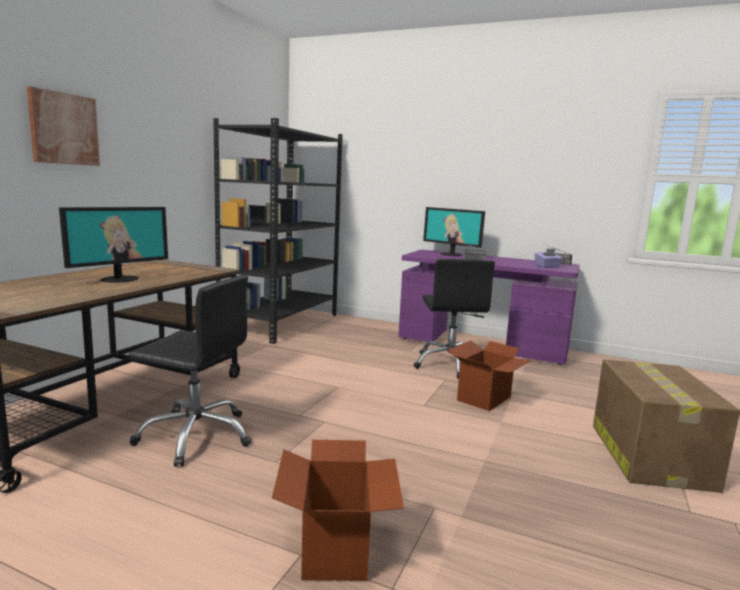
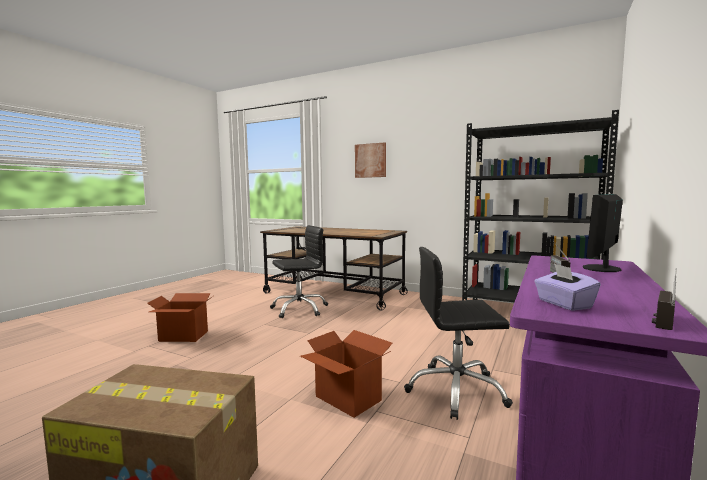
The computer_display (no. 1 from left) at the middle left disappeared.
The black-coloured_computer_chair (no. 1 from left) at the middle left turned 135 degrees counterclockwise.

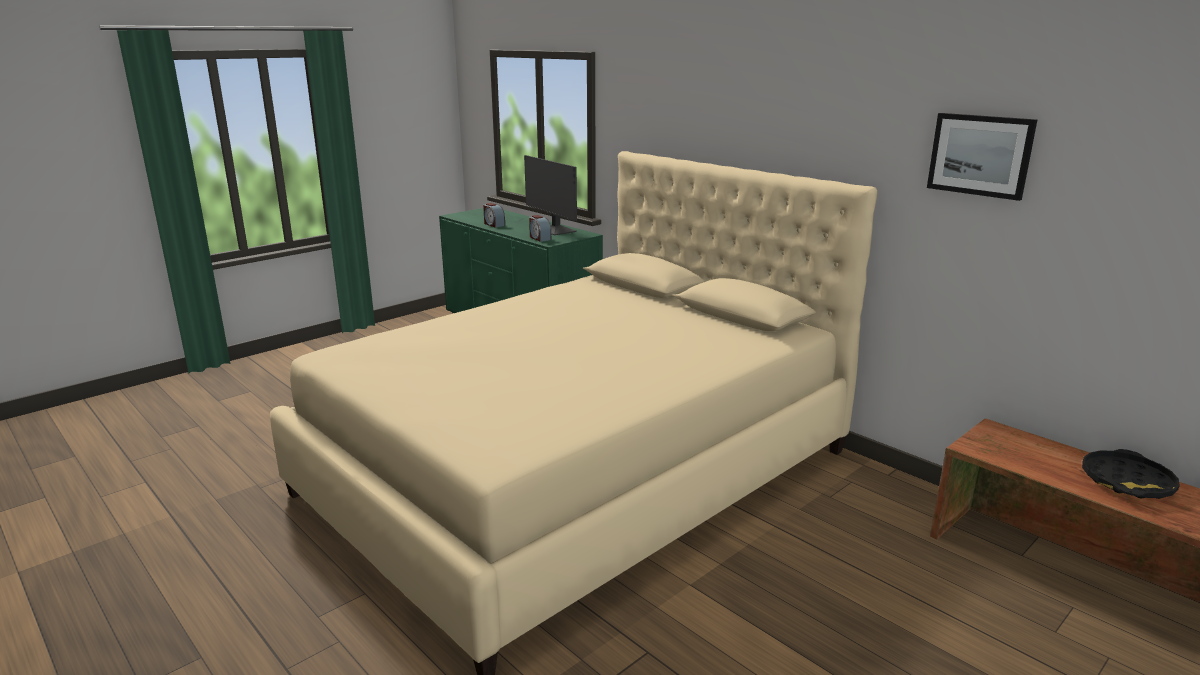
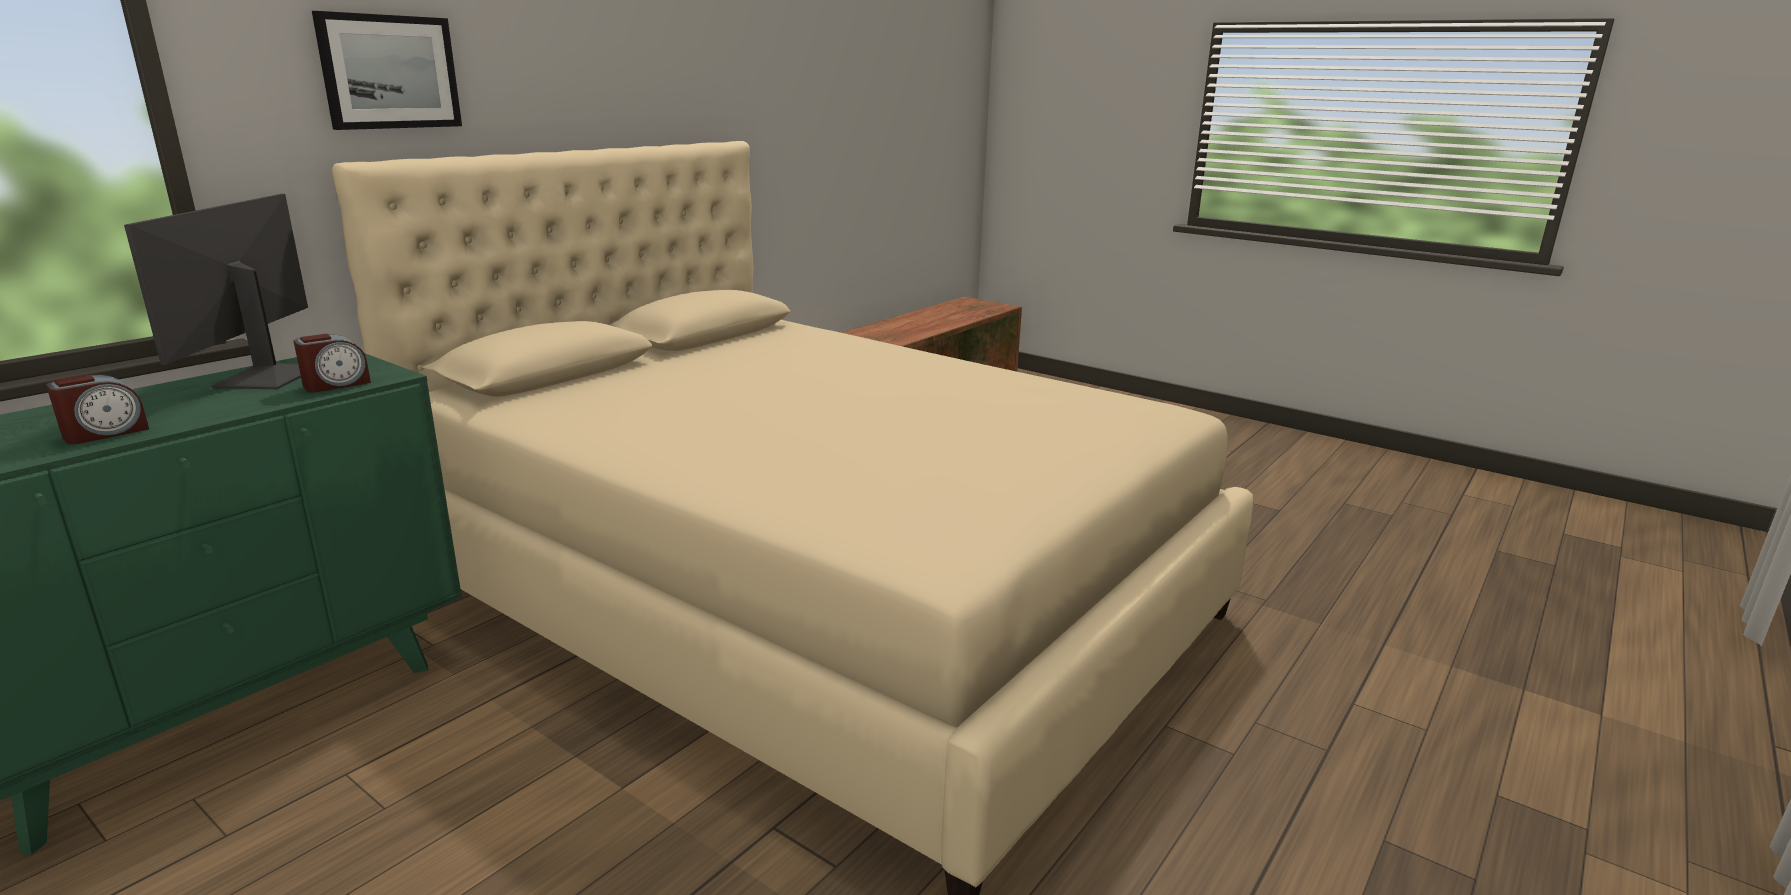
The black-coloured_tray at the bottom right disappeared.
The wall_picture moved from the top right to the top left.
The computer_display at the top centre turned 135 degrees clockwise.

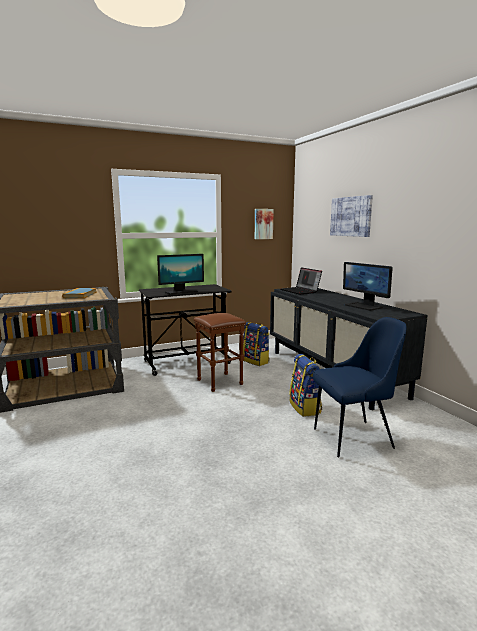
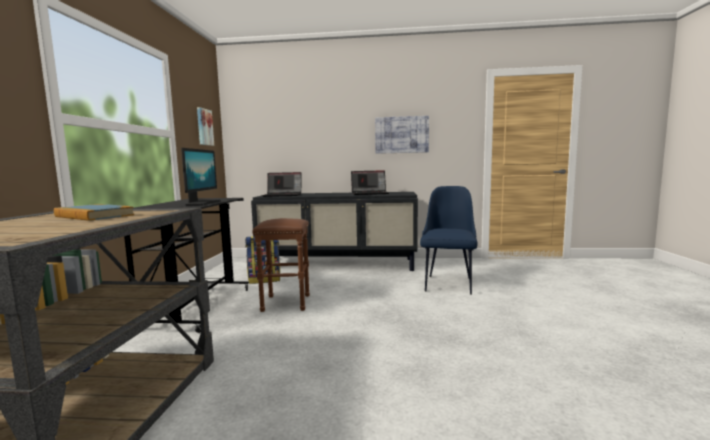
The knapsack (no. 2 from left) at the centre disappeared.
The wall_picture (no. 2 from left) moved from the middle right to the top centre.
The computer_display (no. 2 from left) at the middle right was replaced by the notebook_computer (no. 2 from left) at the centre.

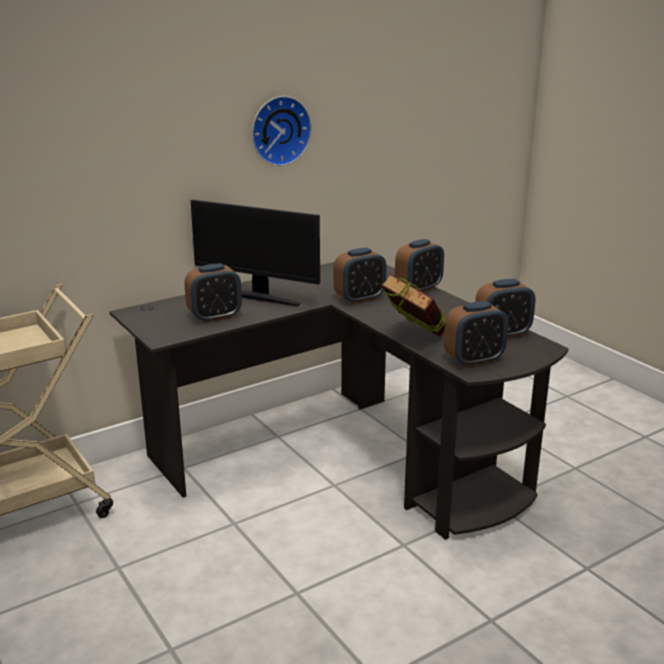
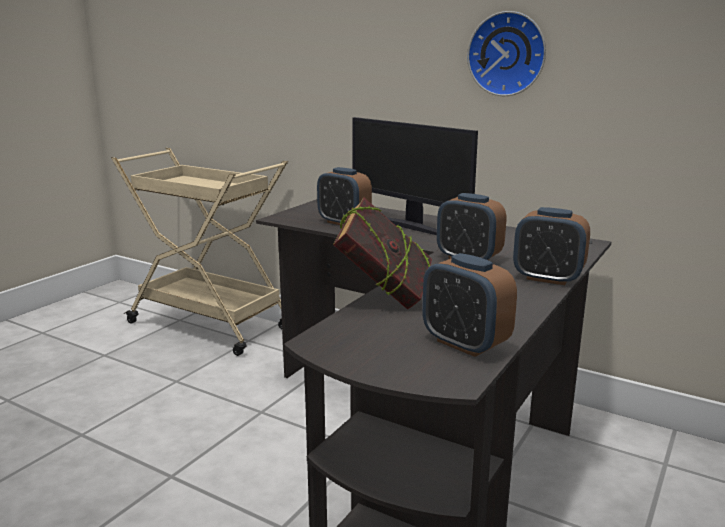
The table_clock (no. 4 from left) at the middle right disappeared.
The computer_display at the centre turned 45 degrees counterclockwise.

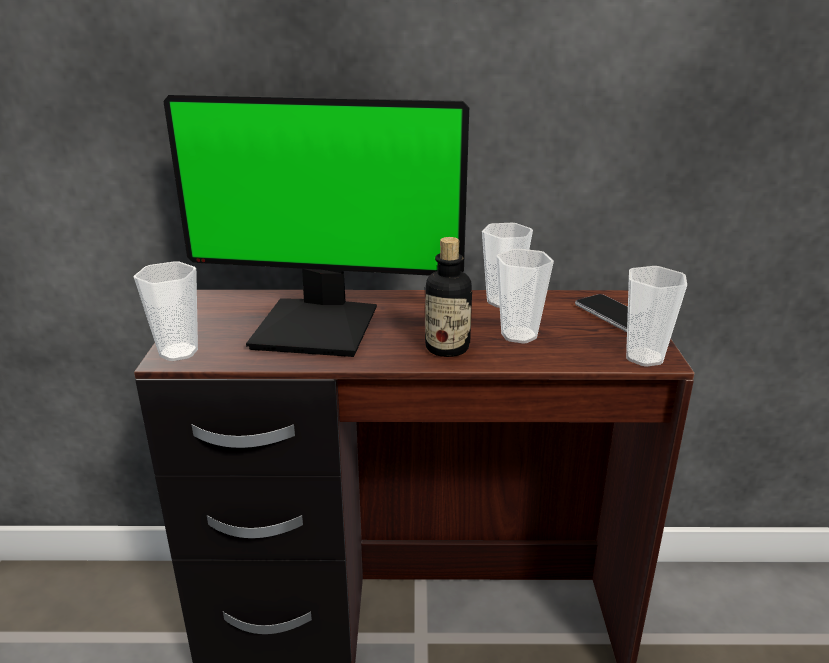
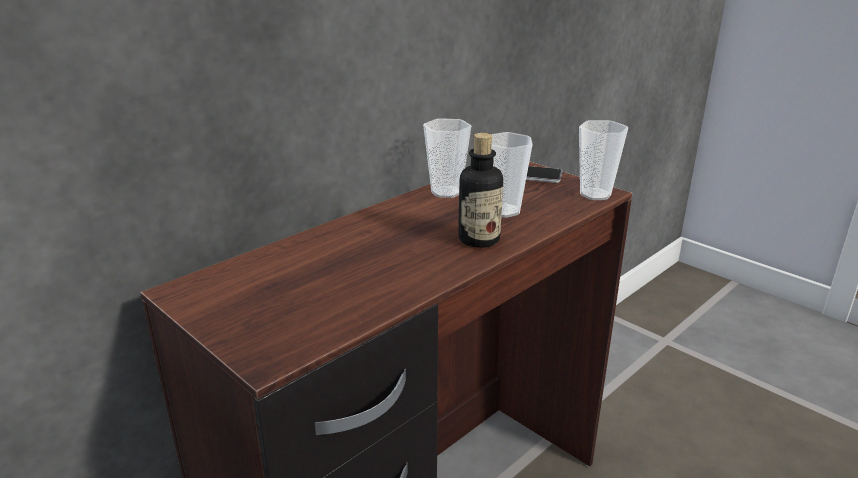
The cup (no. 1 from left) at the middle left disappeared.
The computer_display at the centre disappeared.

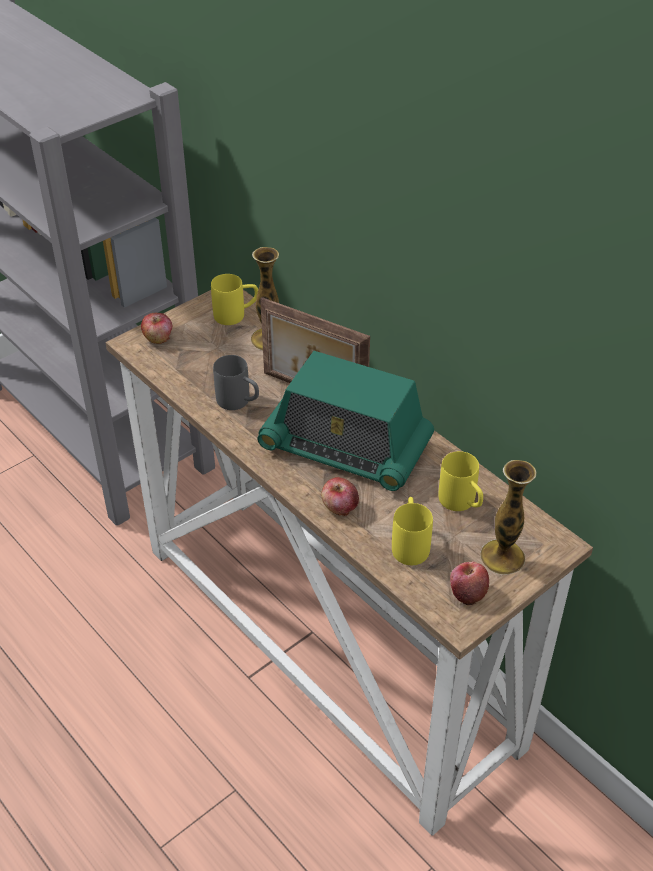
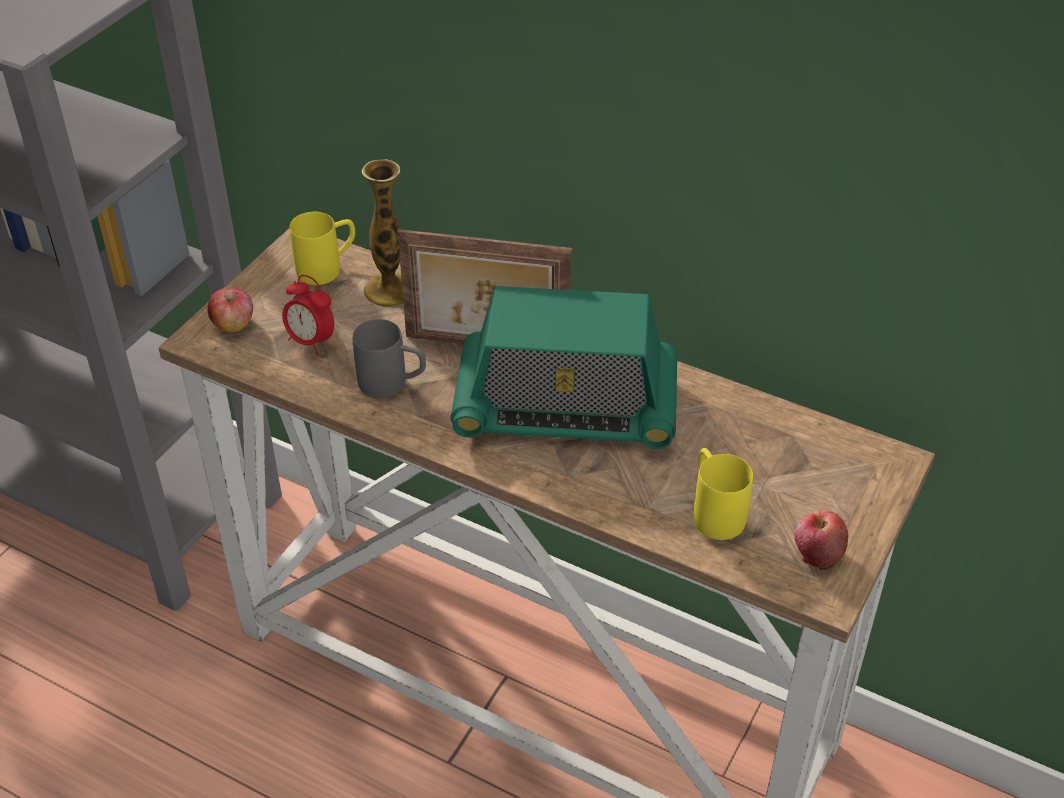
The whole_apple (no. 2 from left) at the centre disappeared.
The yellow-coloured_tea_mug (no. 3 from left) at the middle right disappeared.
The decorative_vase (no. 2 from left) at the middle right disappeared.
The table_clock at the middle left appeared.

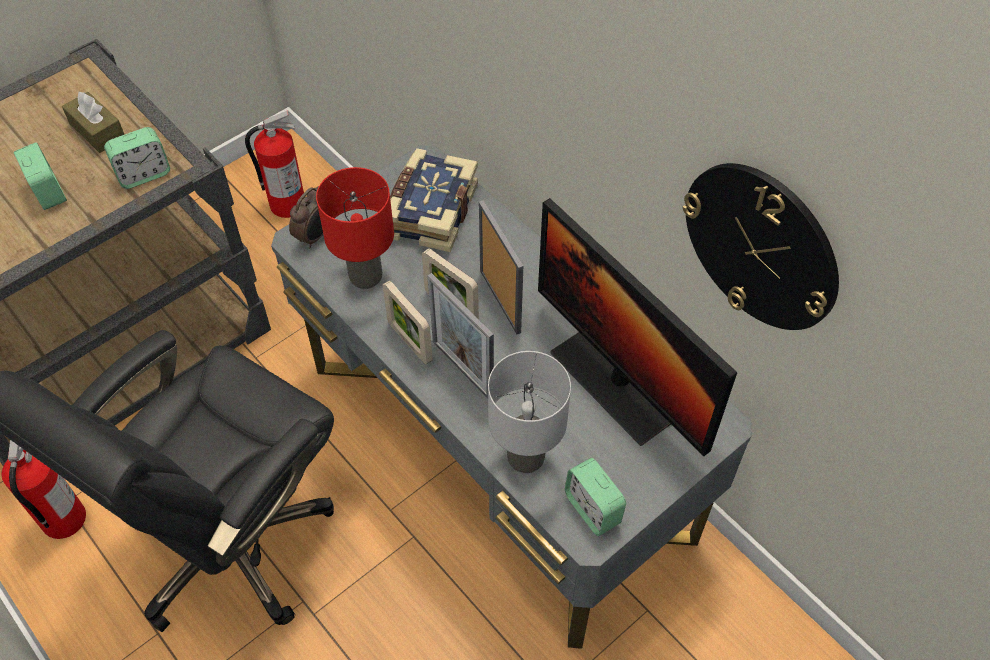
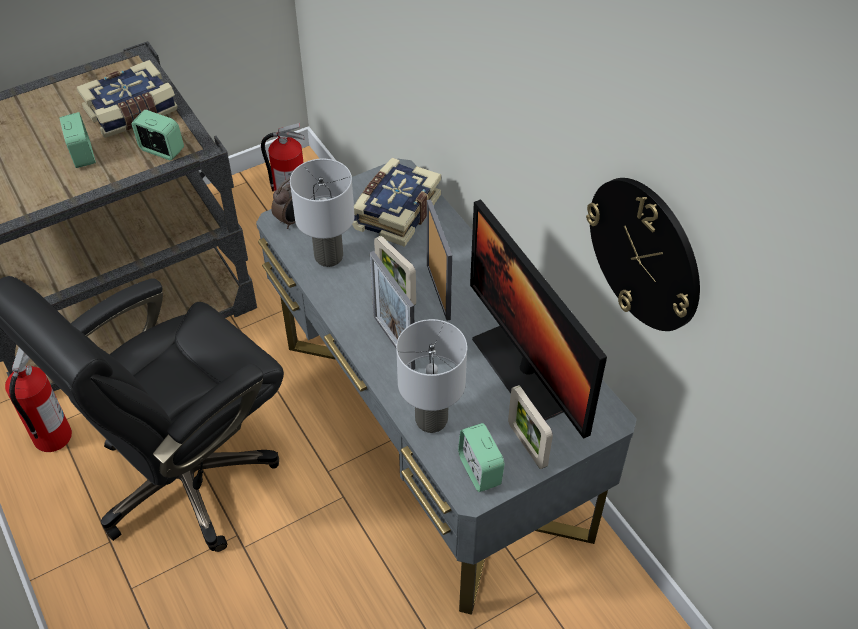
The photo_frame (no. 1 from left in the first image) moved from the centre to the bottom centre.
The brownish_tissue_holder at the top left was replaced by the volume (no. 1 from left) at the top left.
The red-coloured_table_lamp at the centre became the white_table_lamp (no. 1 from left) at the centre.
The table_clock (no. 2 from left) at the top left turned 135 degrees counterclockwise.

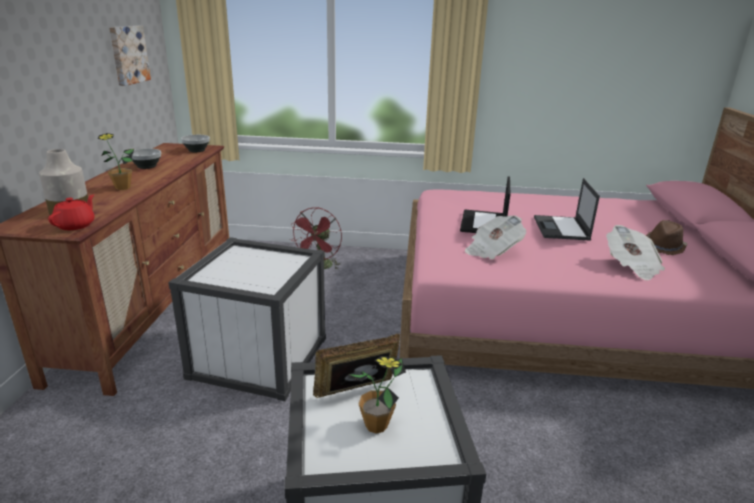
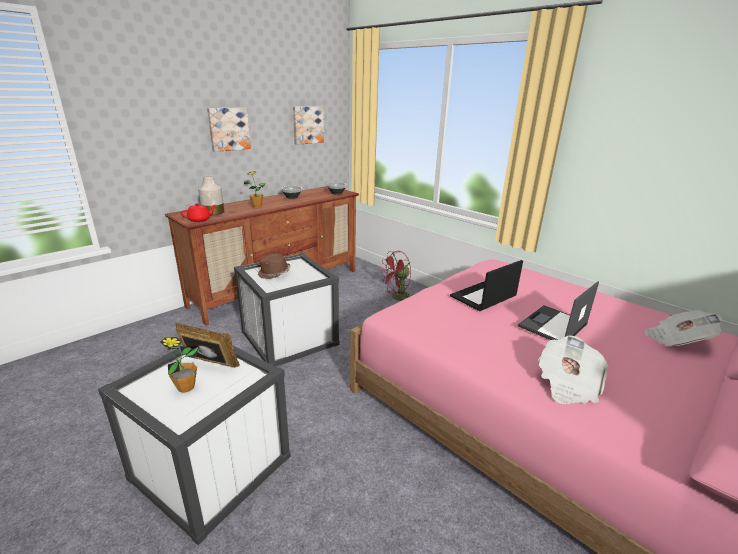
The wall_picture (no. 1 from left) at the top left appeared.
The daily_paper (no. 1 from left in the first image) moved from the centre to the middle right.
The brownish_clothing_hat moved from the middle right to the centre.

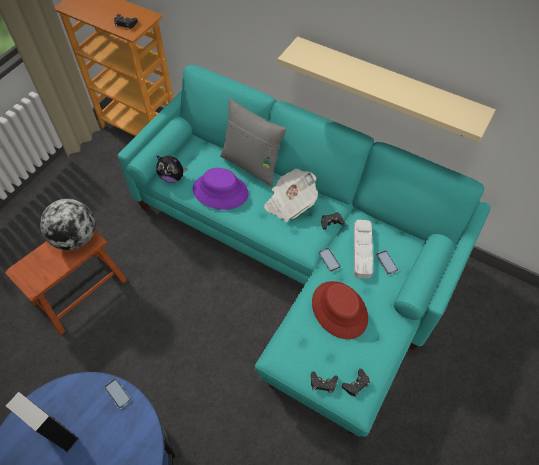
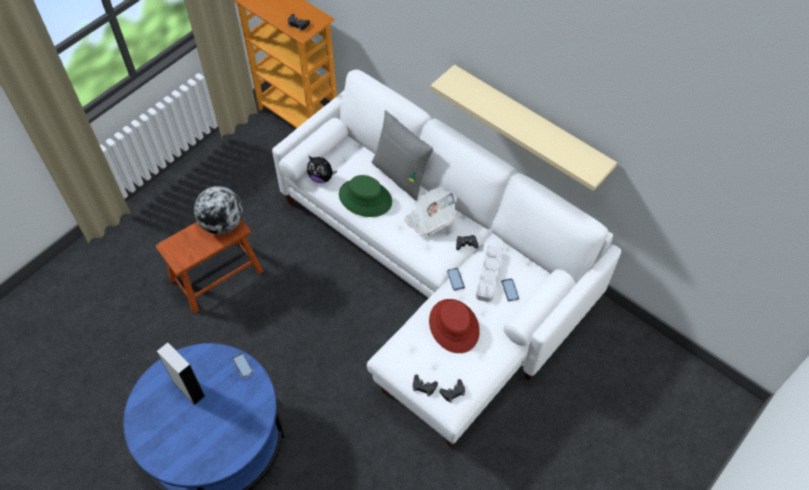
The turquoise-coloured_couch at the centre became the white_couch at the centre.
The purple_clothing_hat at the centre became the green-coloured_clothing_hat at the centre.

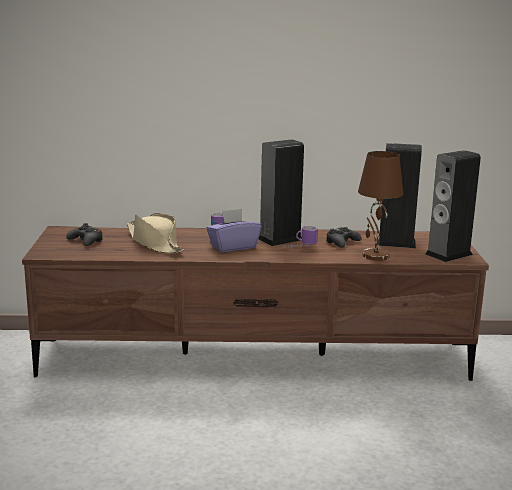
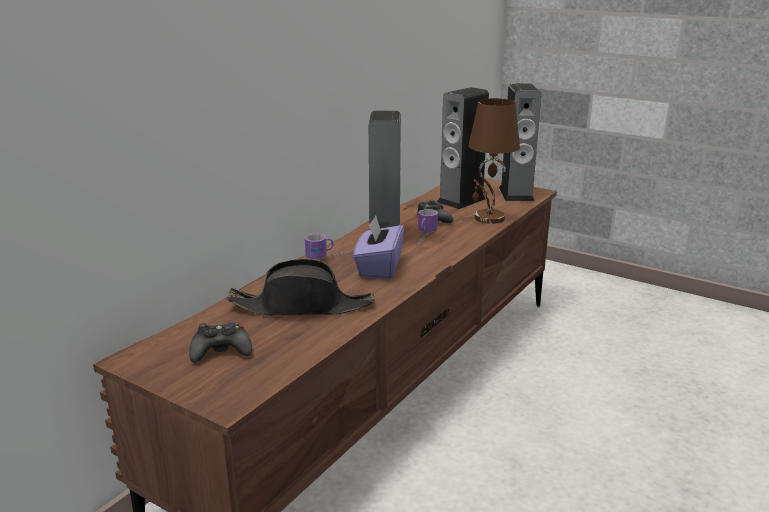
The beige_clothing_hat at the middle left became the black-coloured_clothing_hat at the centre.

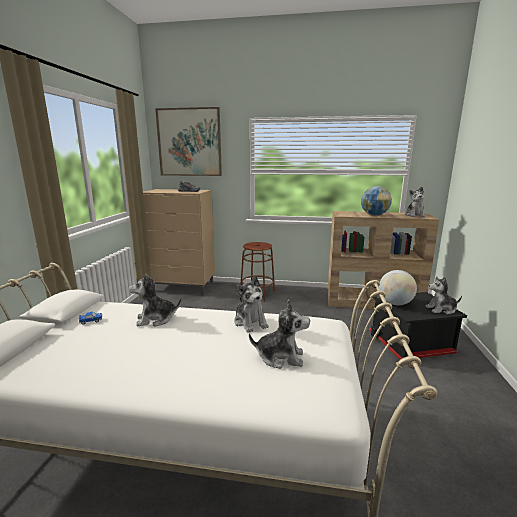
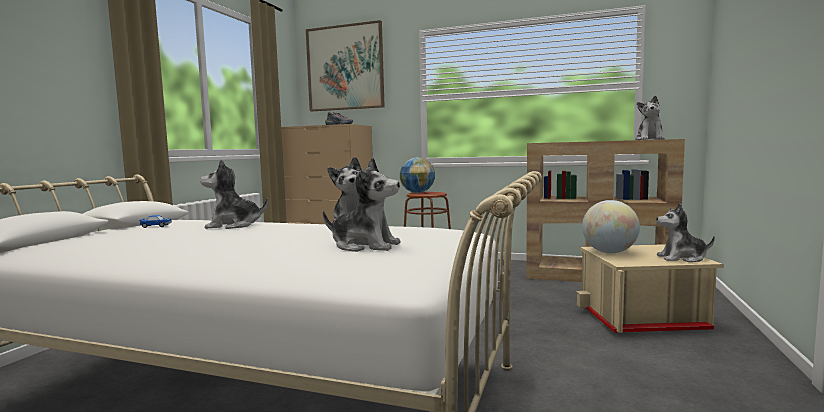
The world_globe (no. 1 from left) moved from the middle right to the centre.
The black-coloured_storage_container at the middle right became the beige_storage_container at the bottom right.

